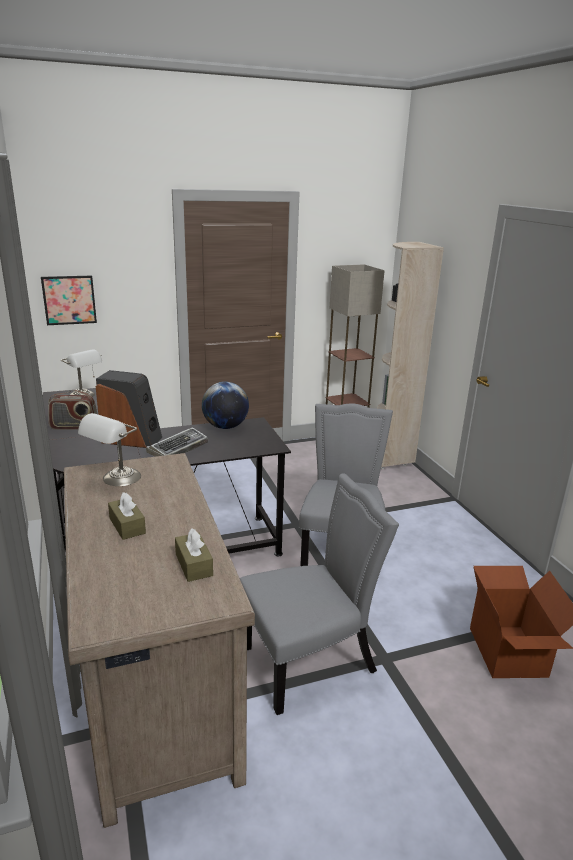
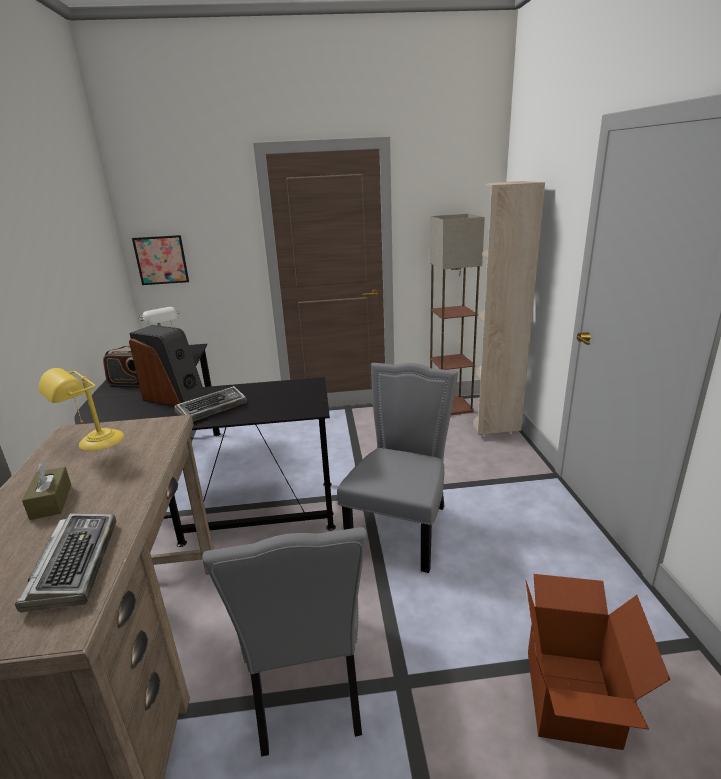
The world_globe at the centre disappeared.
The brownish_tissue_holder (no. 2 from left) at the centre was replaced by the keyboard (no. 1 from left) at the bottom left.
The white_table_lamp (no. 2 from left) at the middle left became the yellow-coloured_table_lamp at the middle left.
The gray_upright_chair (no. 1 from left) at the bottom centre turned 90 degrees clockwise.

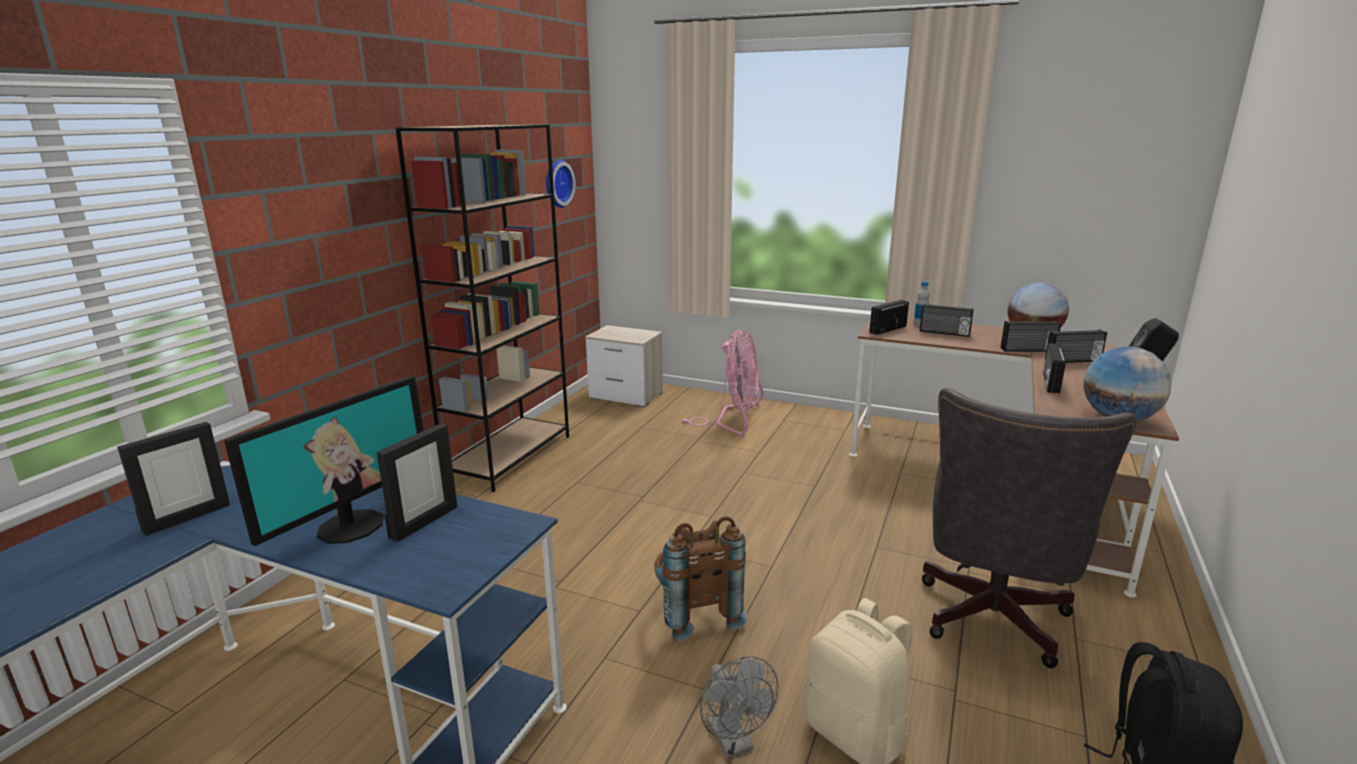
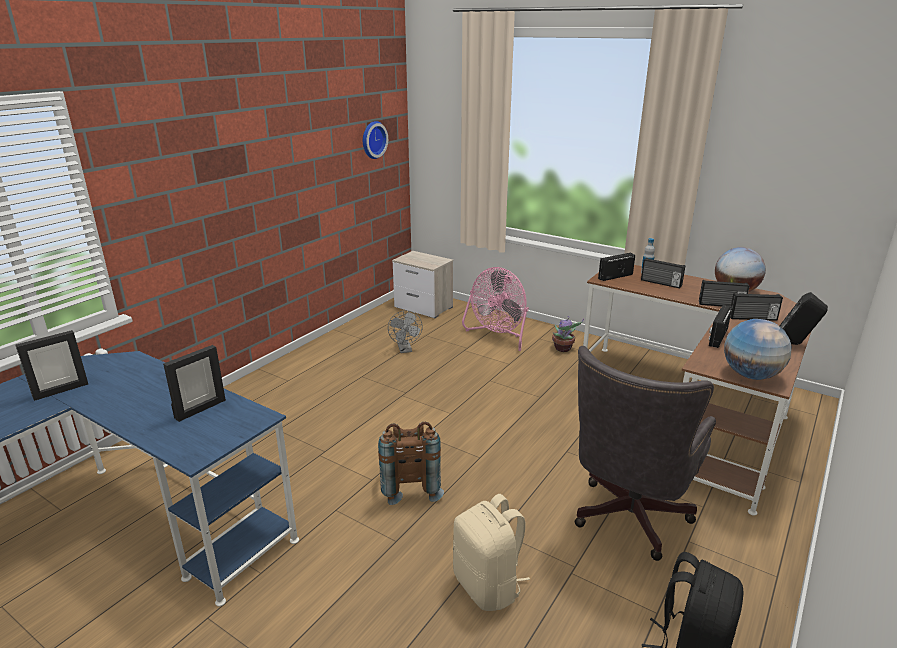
The computer_display at the middle left disappeared.
The beige_bookshelf at the centre disappeared.
The potted_plant at the centre appeared.
The gray_electric_fan moved from the bottom centre to the centre.
The pink_electric_fan at the centre turned 105 degrees clockwise.

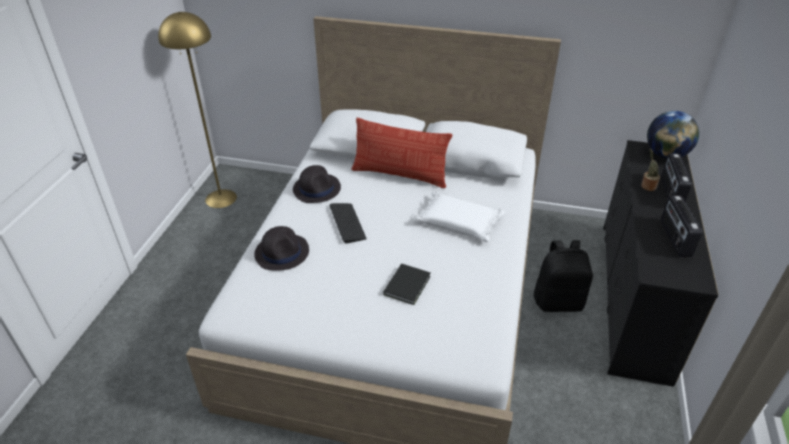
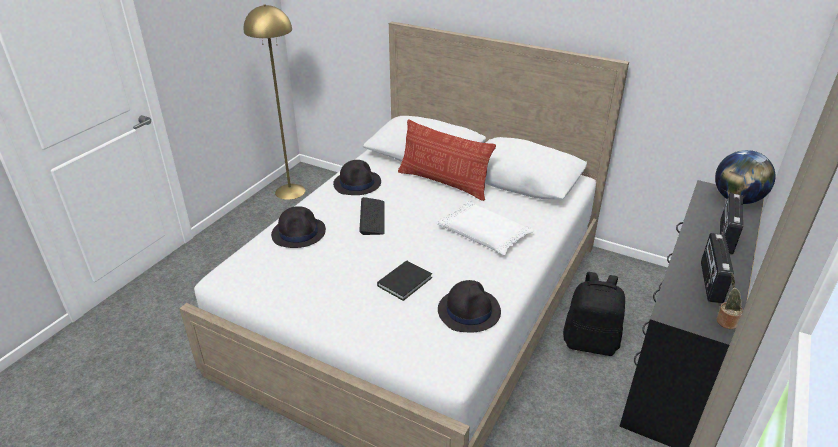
The black-coloured_clothing_hat (no. 3 from left) at the bottom centre appeared.
The potted_plant moved from the middle right to the bottom right.

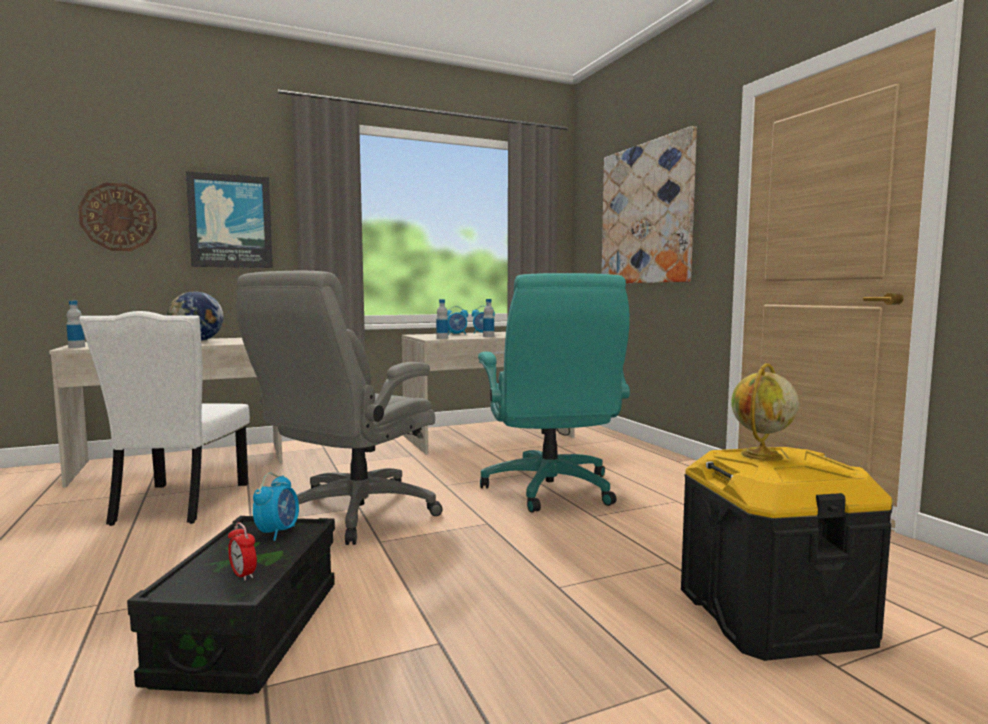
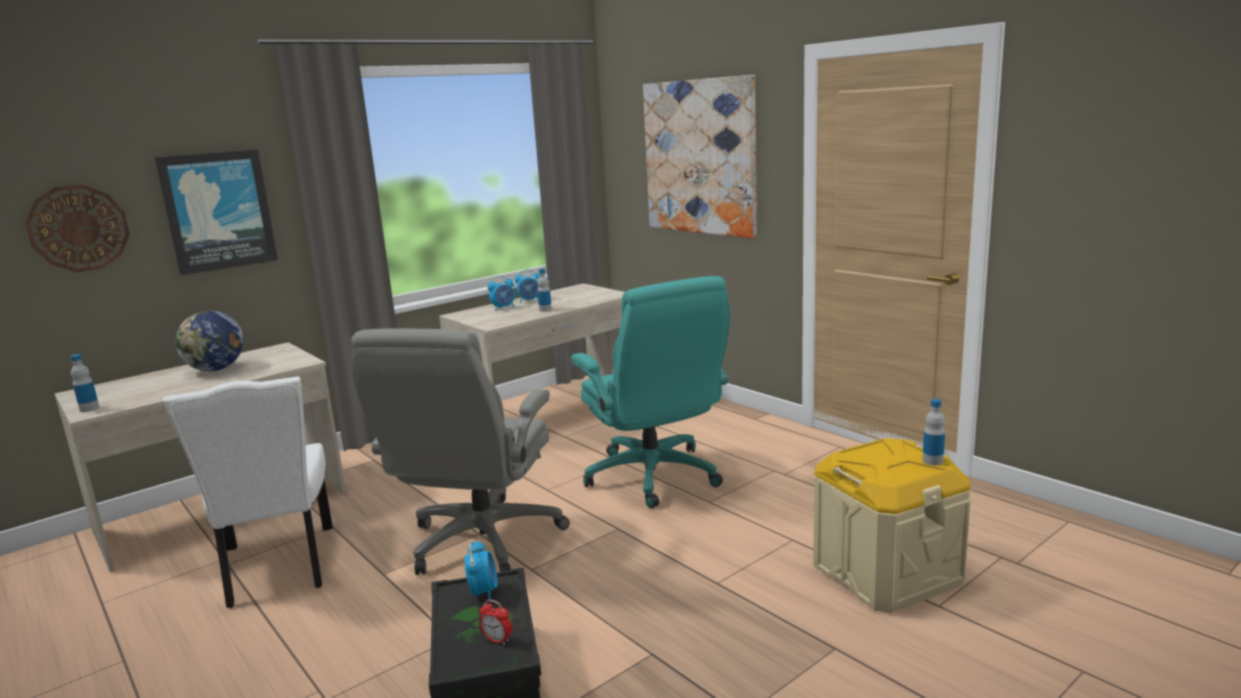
The world_globe (no. 2 from left) at the middle right disappeared.
The drink_bottle (no. 2 from left in the first image) moved from the centre to the middle right.
The black-coloured_storage_container (no. 2 from left) at the bottom right became the beige_storage_container at the bottom right.

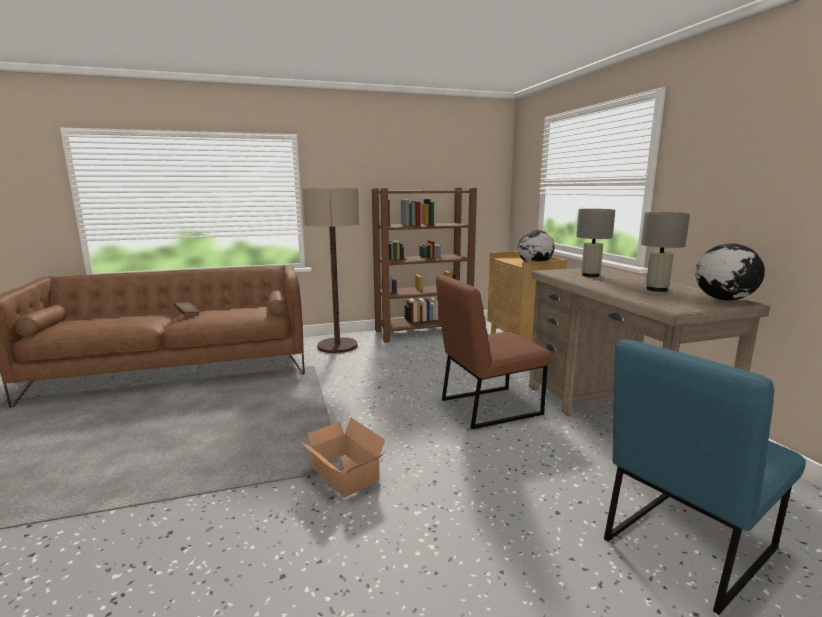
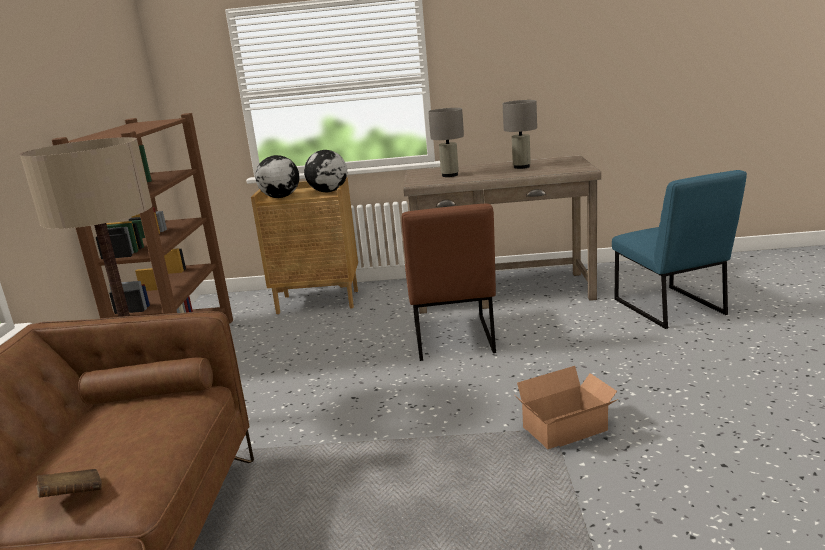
The world_globe (no. 2 from left in the first image) moved from the middle right to the top centre.

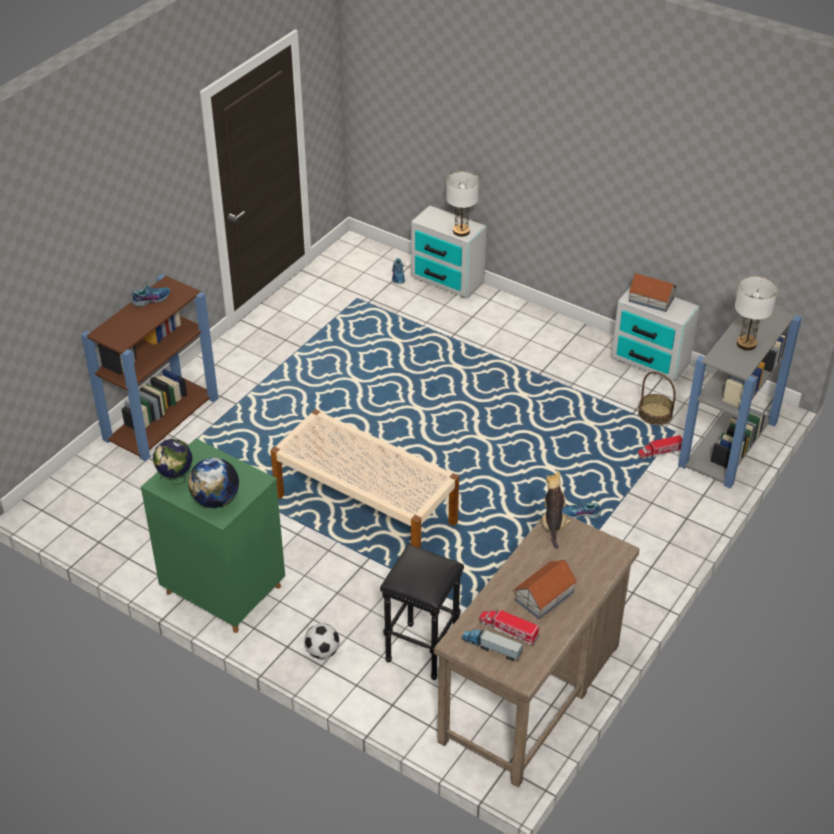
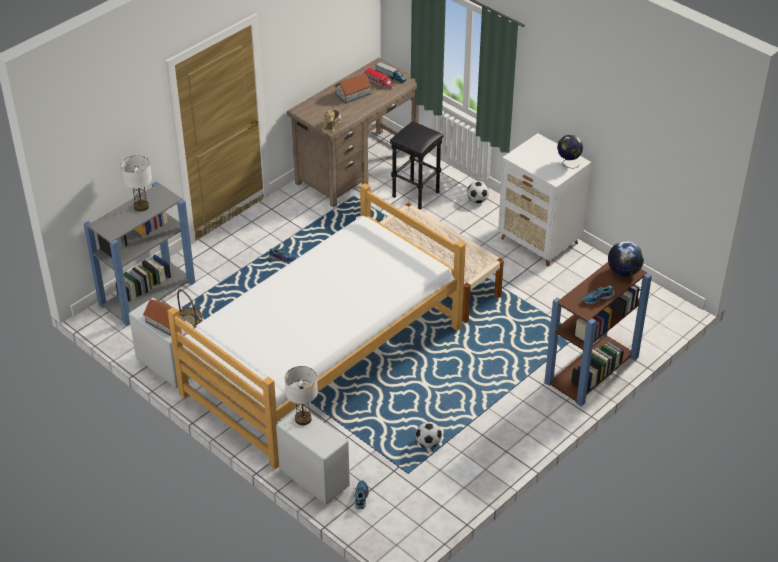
The model_truck (no. 3 from left) at the middle right disappeared.
The bed at the centre appeared.
The ball_for_football (no. 1 from left) at the bottom centre appeared.
The world_globe (no. 2 from left) moved from the middle left to the middle right.
The green-coloured_drawer_chest at the middle left became the white_drawer_chest at the middle right.

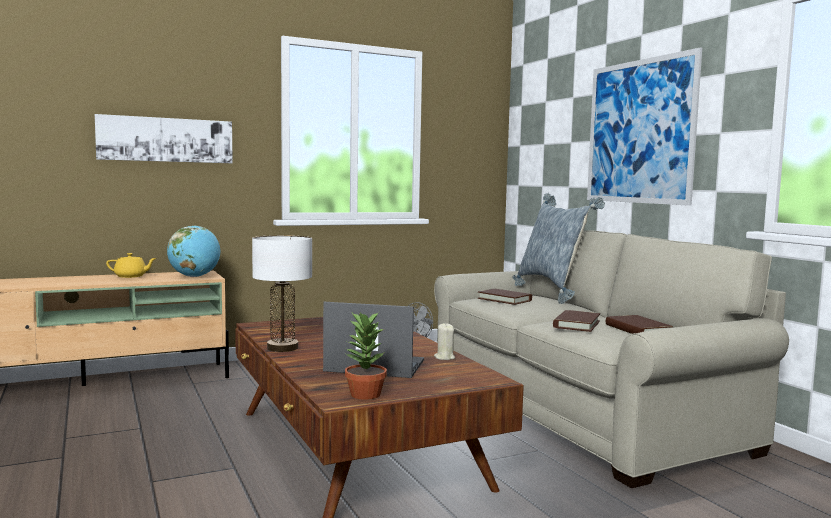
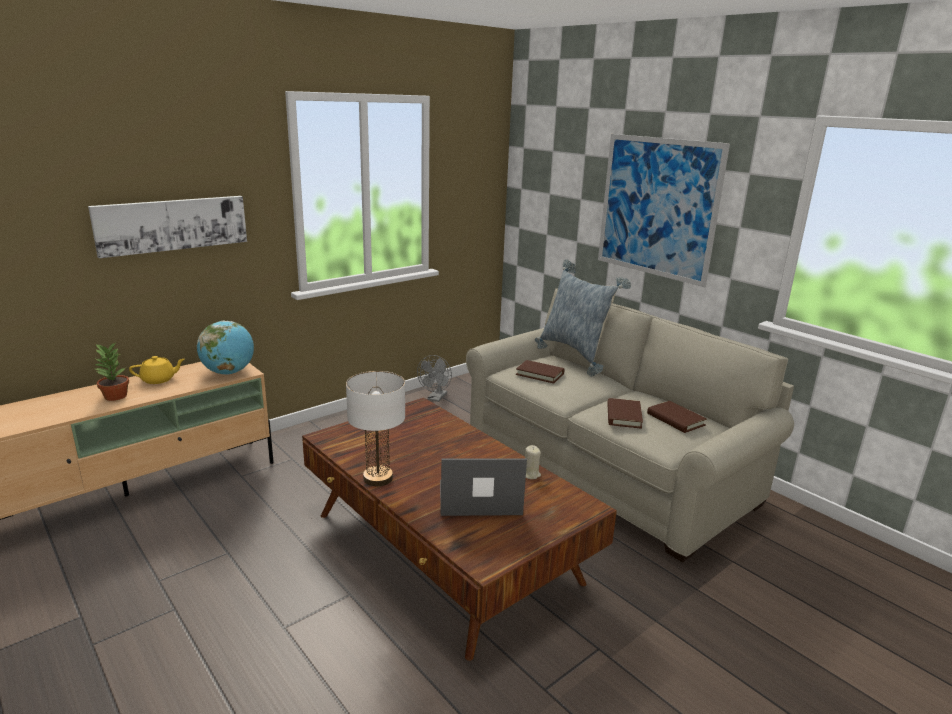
The potted_plant moved from the bottom centre to the middle left.

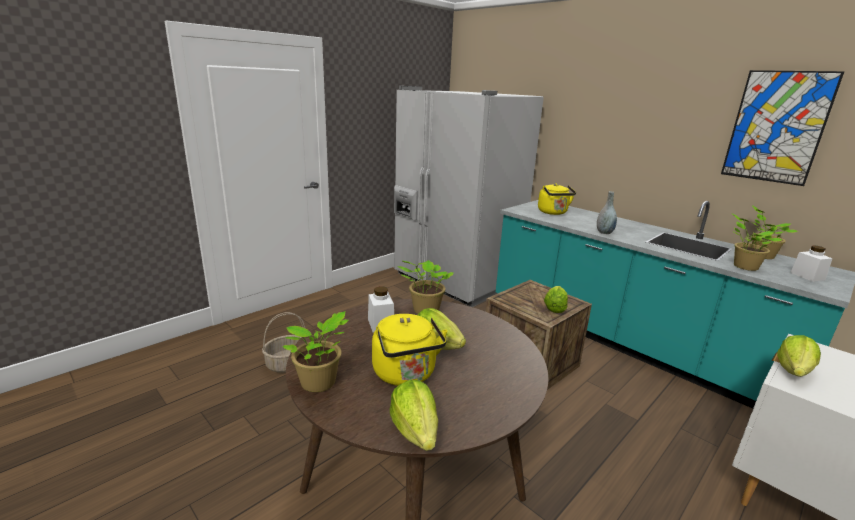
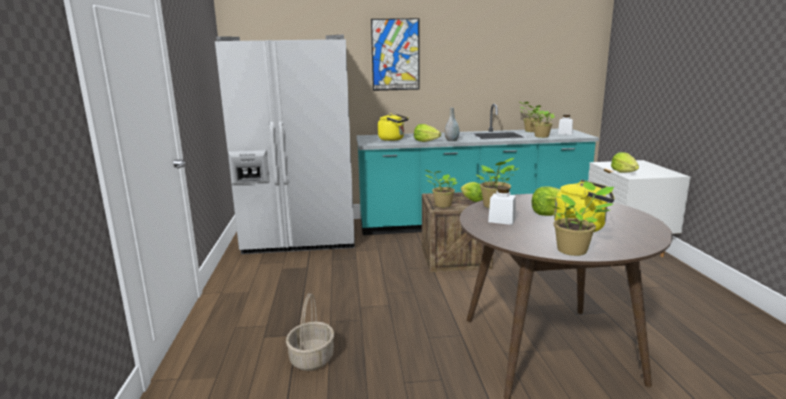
The potted_plant (no. 1 from left) at the centre appeared.
The head_of_lettuce (no. 1 from left) moved from the bottom centre to the centre.
The wall_picture moved from the top right to the top centre.

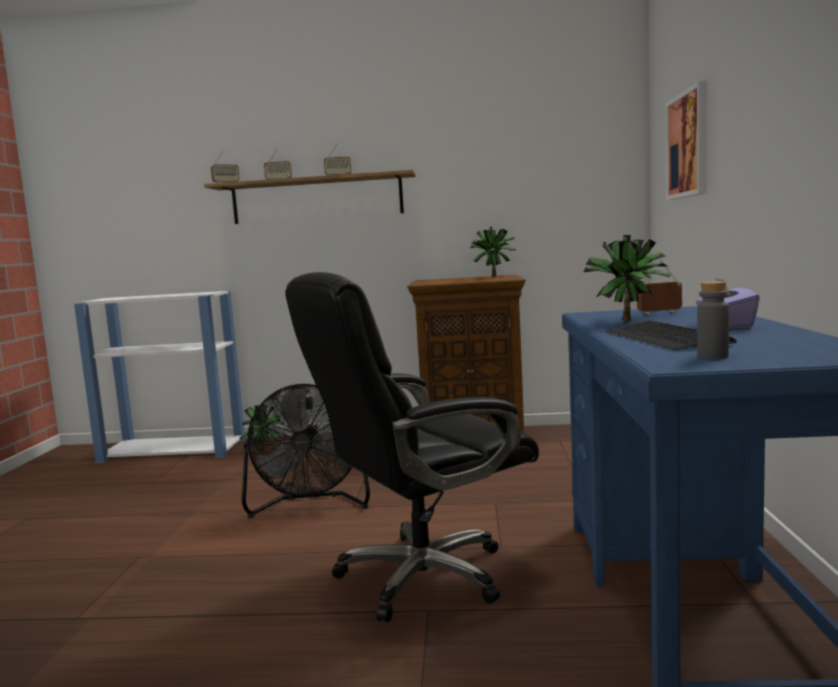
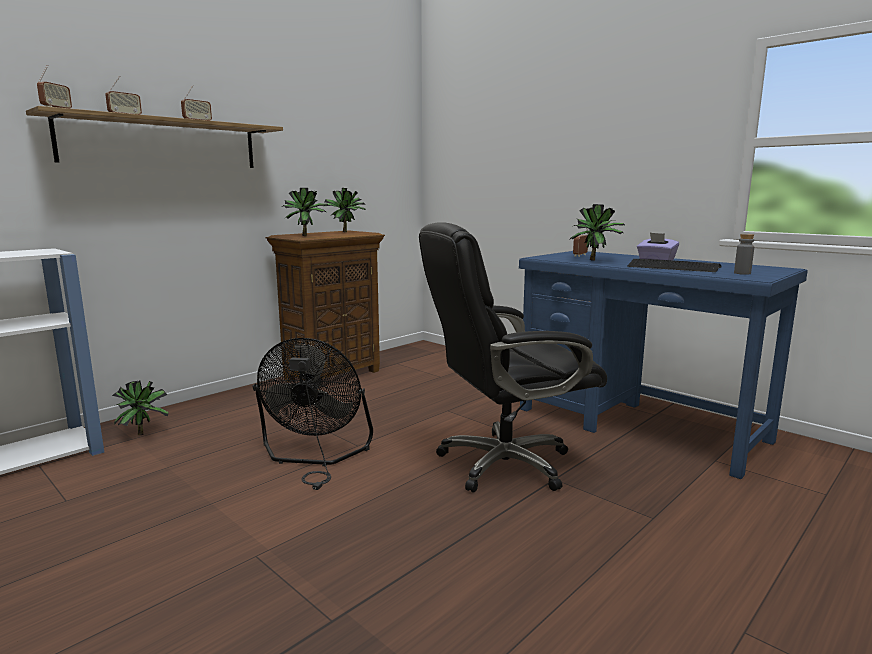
The wall_picture at the top right disappeared.
The potted_plant (no. 2 from left) at the top centre appeared.
The black-coloured_electric_fan at the centre turned 120 degrees counterclockwise.
The black-coloured_computer_chair at the centre turned 60 degrees clockwise.

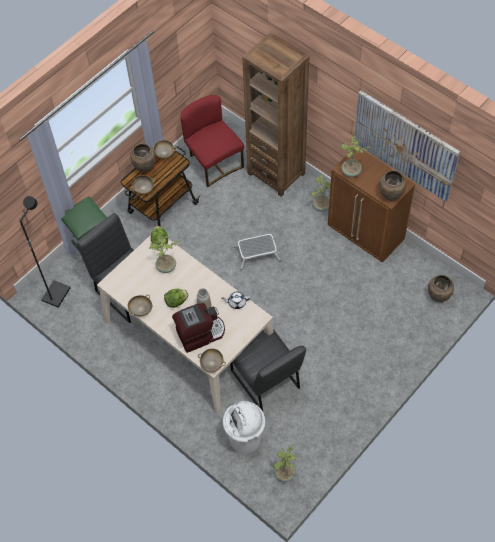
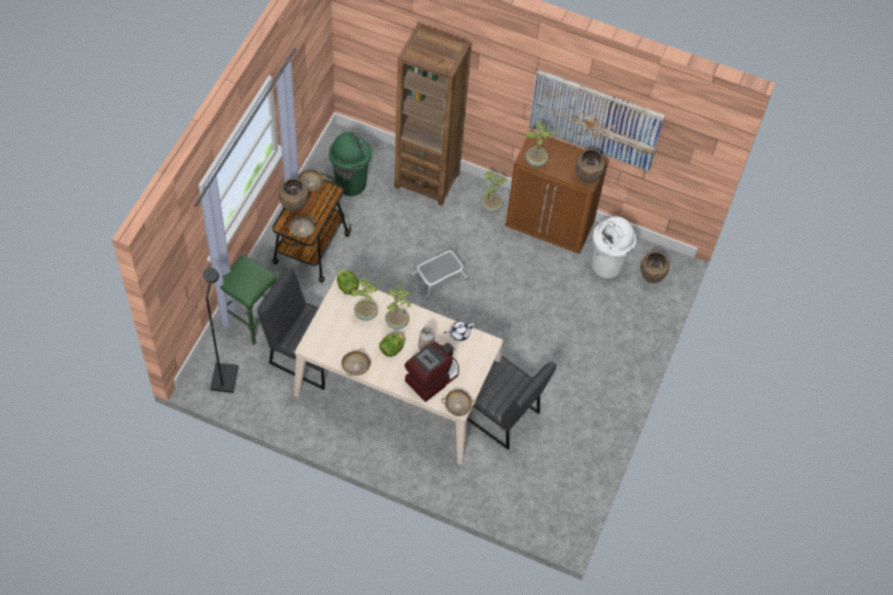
The white_waste_bin moved from the bottom centre to the middle right.
The potted_plant (no. 2 from left) moved from the bottom centre to the centre.
The red-coloured_upright_chair at the top centre was replaced by the green-coloured_waste_bin at the top centre.

